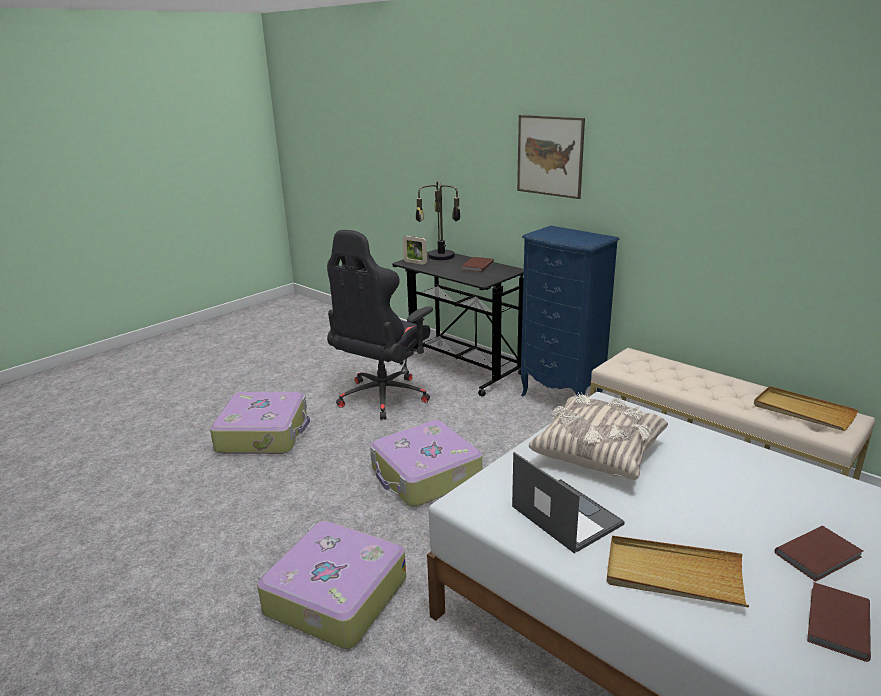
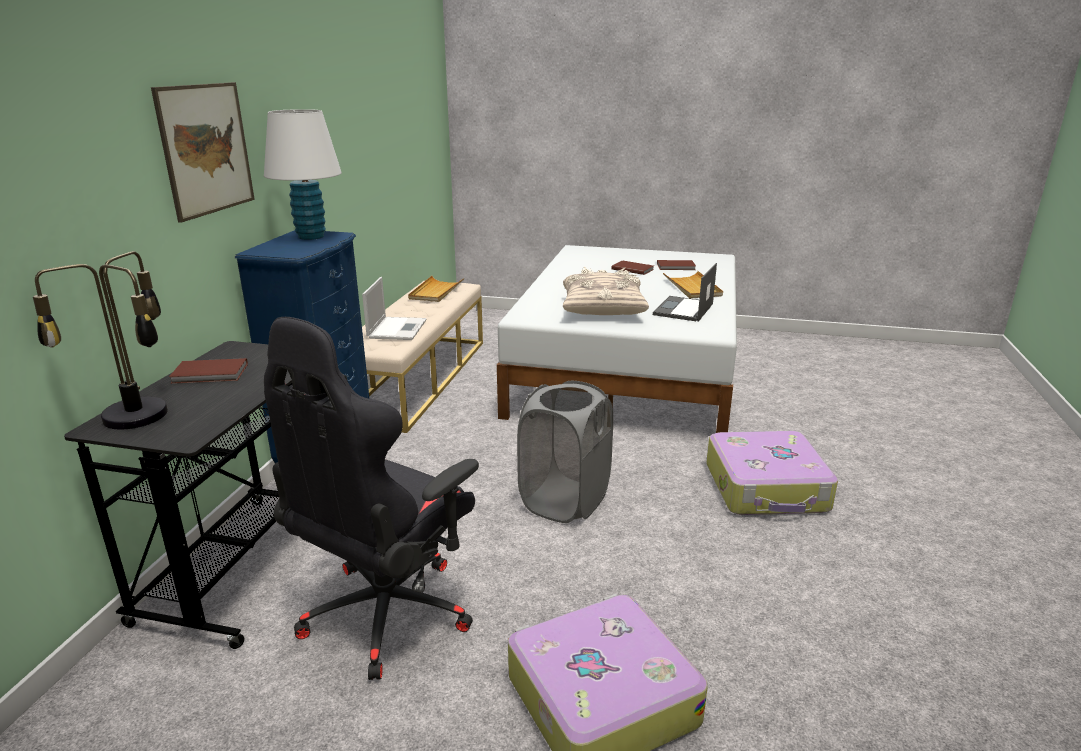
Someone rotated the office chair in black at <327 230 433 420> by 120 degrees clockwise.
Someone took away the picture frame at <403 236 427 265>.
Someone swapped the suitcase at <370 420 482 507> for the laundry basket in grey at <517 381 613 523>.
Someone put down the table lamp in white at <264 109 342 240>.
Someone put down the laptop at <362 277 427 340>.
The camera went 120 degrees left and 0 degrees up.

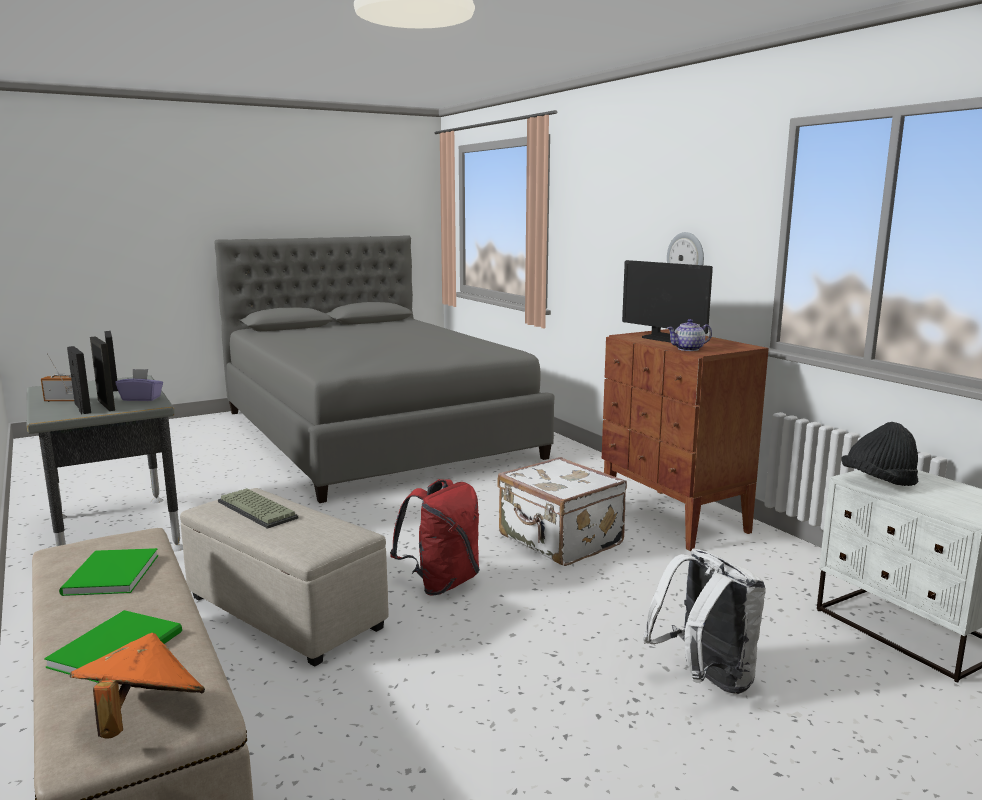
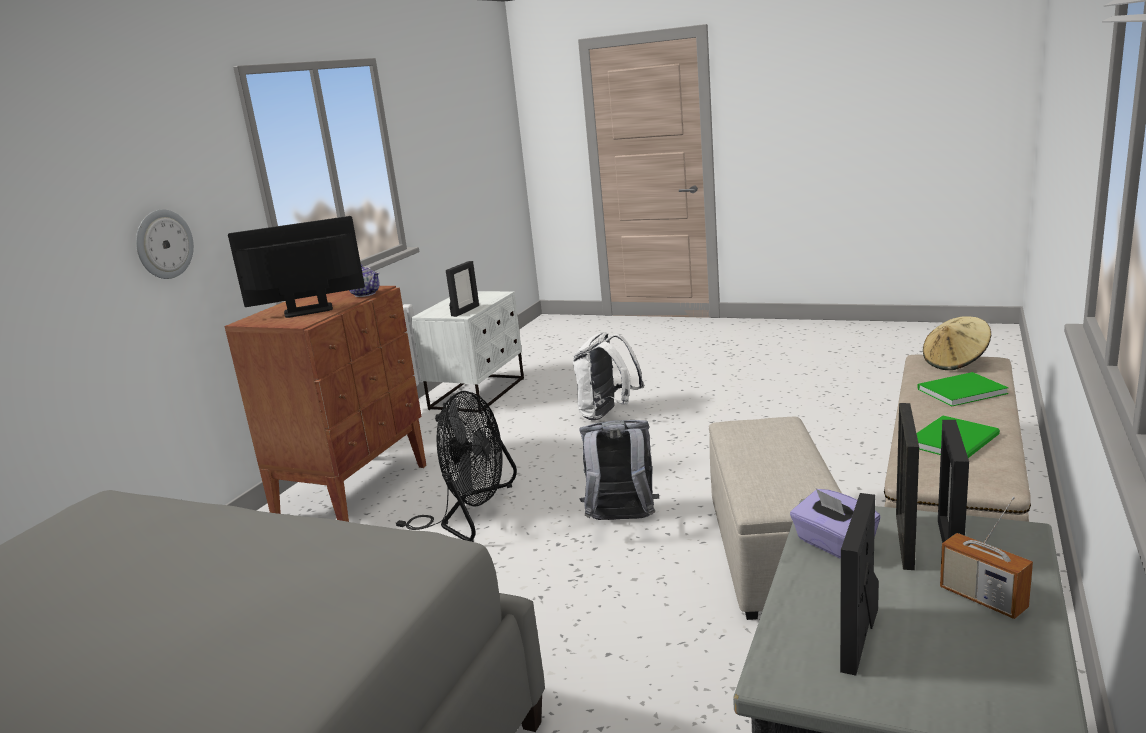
Someone rotated the monitor at <622 260 713 343> by 120 degrees counterclockwise.
Someone swapped the hat in black at <842 422 918 486> for the picture frame at <446 261 479 317>.
Someone swapped the suitcase in white at <497 457 627 566> for the fan in black at <396 391 517 542>.
Someone repainted the backpack in red at <390 479 480 596>, which became the backpack in grey at <579 420 659 520>.
Someone took away the keyboard at <218 488 298 529>.
Someone repainted the hat in orange at <70 633 205 739>, which became the hat in beige at <923 316 991 370>.
The camera went 125 degrees left and 5 degrees up.

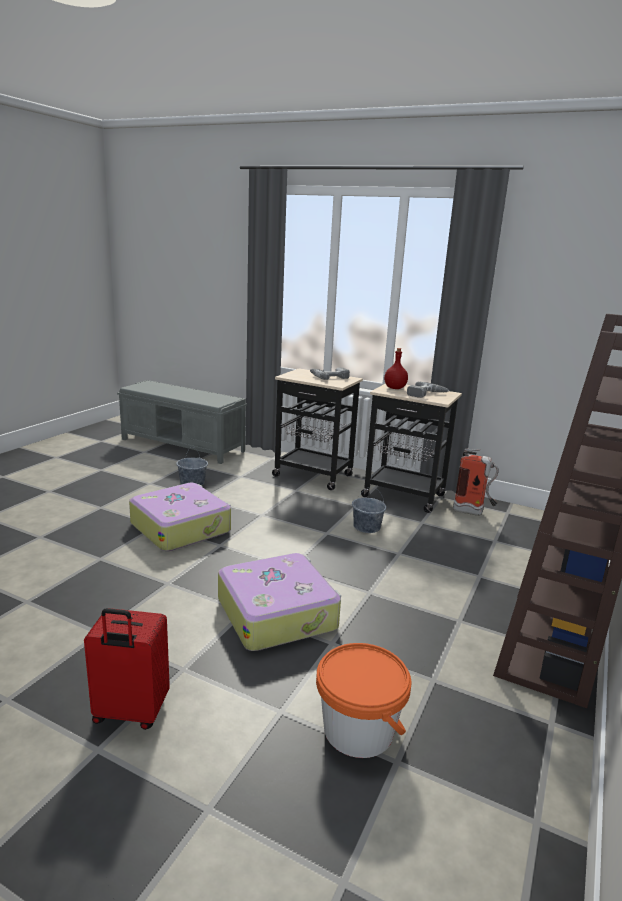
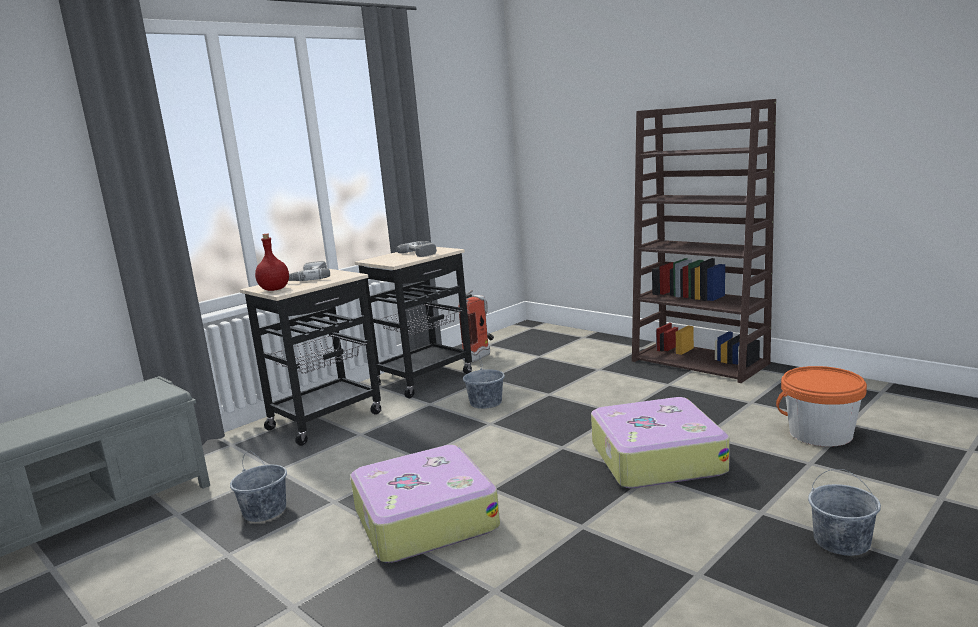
Someone carried the bottle in red from <384 348 408 389> to <255 234 289 291>.
Someone swapped the suitcase in red at <84 608 170 730> for the bucket in grey at <808 469 881 556>.
The camera went 70 degrees left and 5 degrees down.

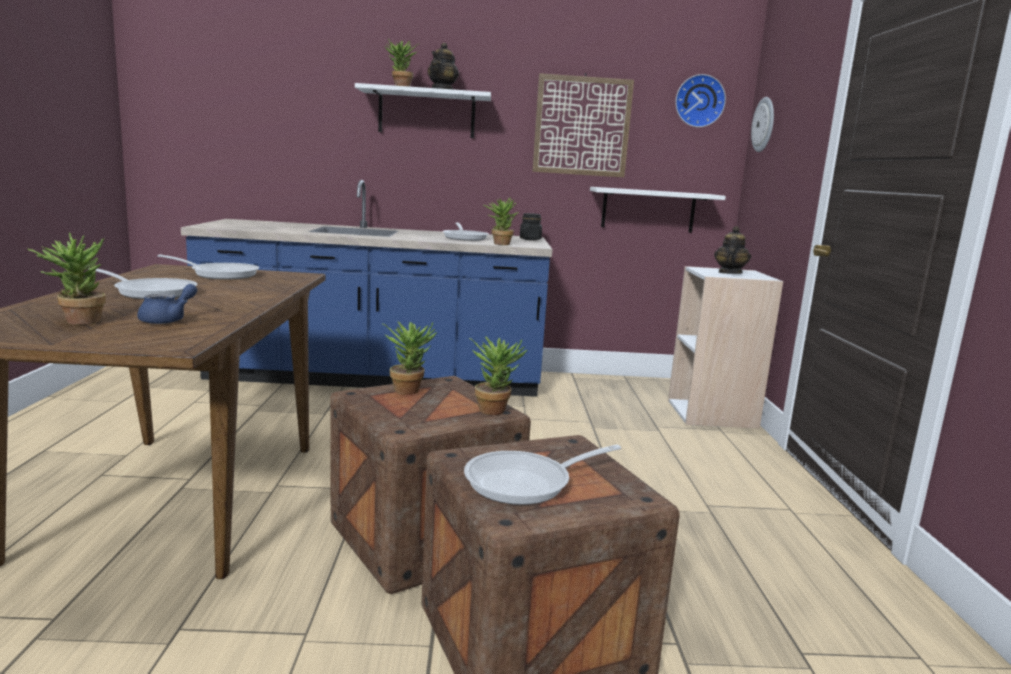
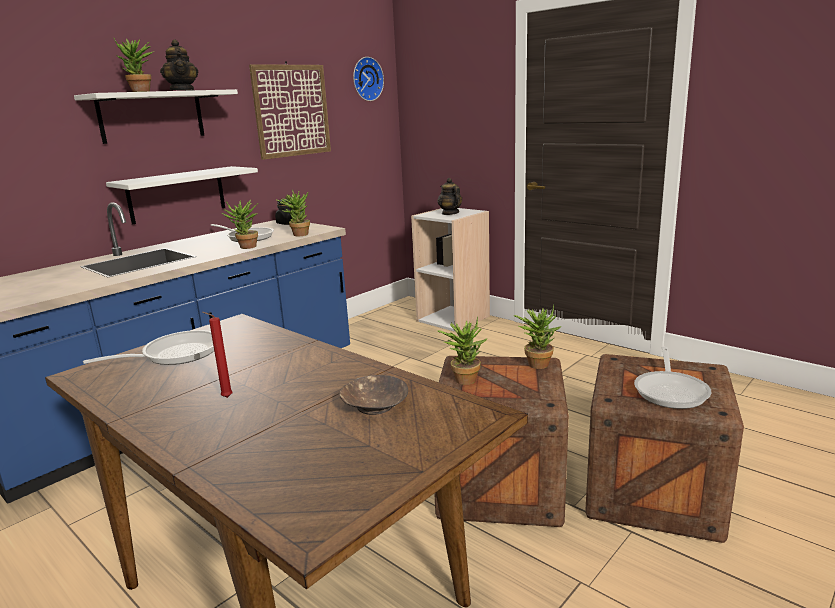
Someone took away the wall clock at <751 97 774 152>.
Someone carried the shelf in white from <590 187 726 233> to <106 166 258 225>.
Someone carried the potted plant from <27 232 106 325> to <222 200 258 249>.
Someone swapped the frying pan at <89 268 197 299> for the candle in red at <202 312 233 398>.
Someone swapped the teapot in blue at <137 284 197 324> for the bowl in brown at <339 375 408 415>.
The camera went 45 degrees left and 5 degrees up.

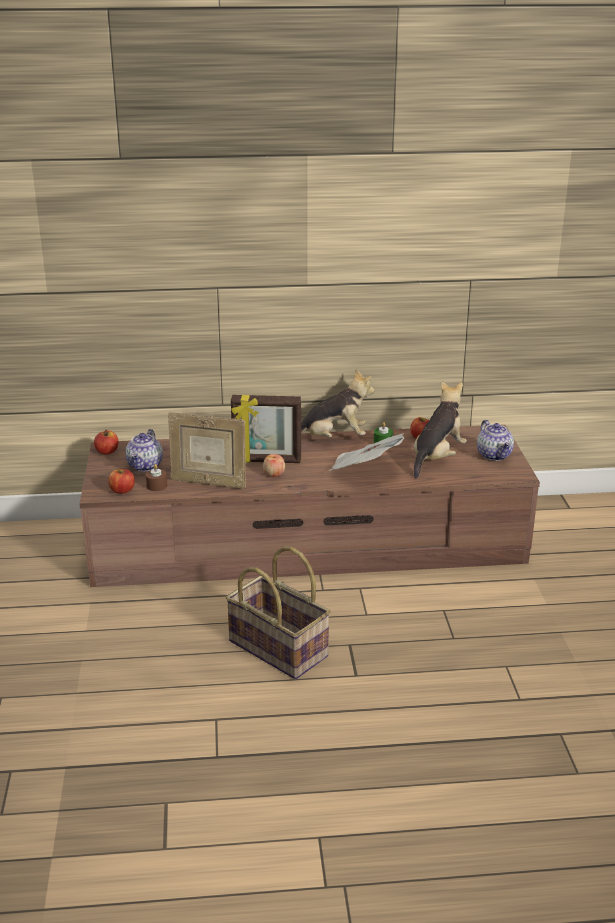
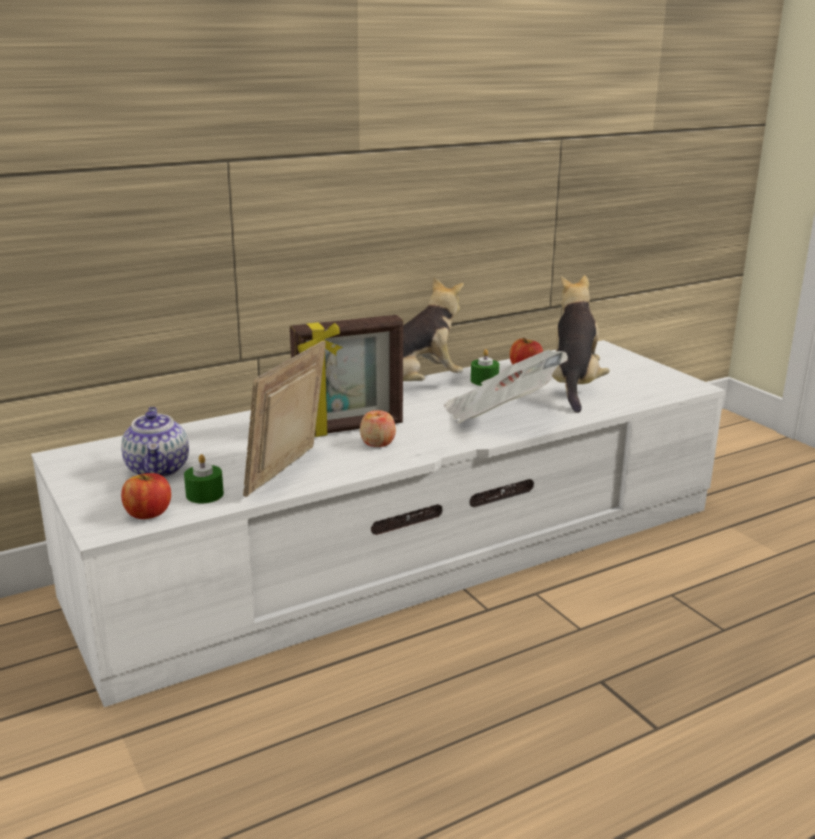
Someone rotated the picture frame at <168 412 246 489> by 120 degrees clockwise.
Someone took away the teapot at <477 420 514 461>.
Someone repainted the tv stand in brown at <79 425 540 587>, which became the tv stand in white at <31 340 726 707>.
Someone took away the apple at <94 429 119 454>.
Someone repainted the candle in brown at <146 464 167 491>, which became the candle in green at <184 454 224 504>.
Someone took away the basket at <226 546 331 679>.
The camera went 25 degrees left and 5 degrees down.

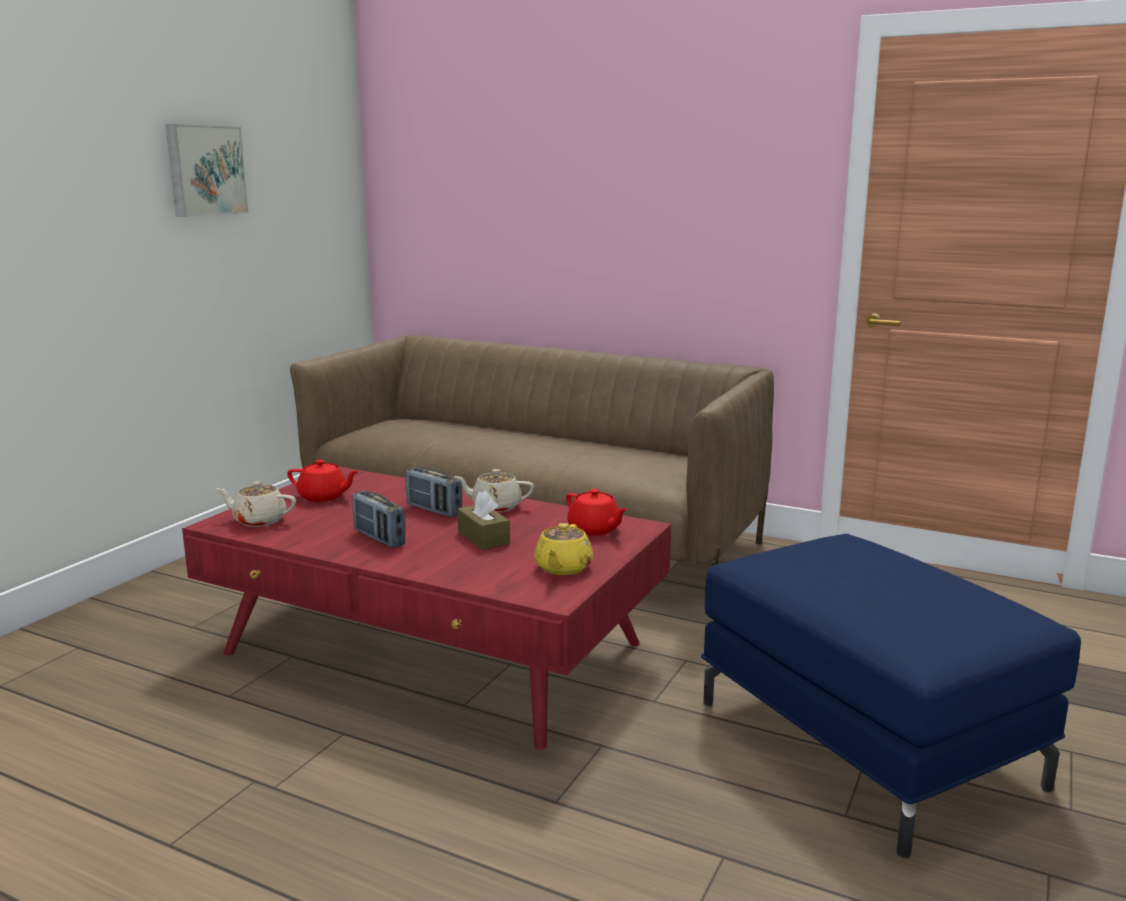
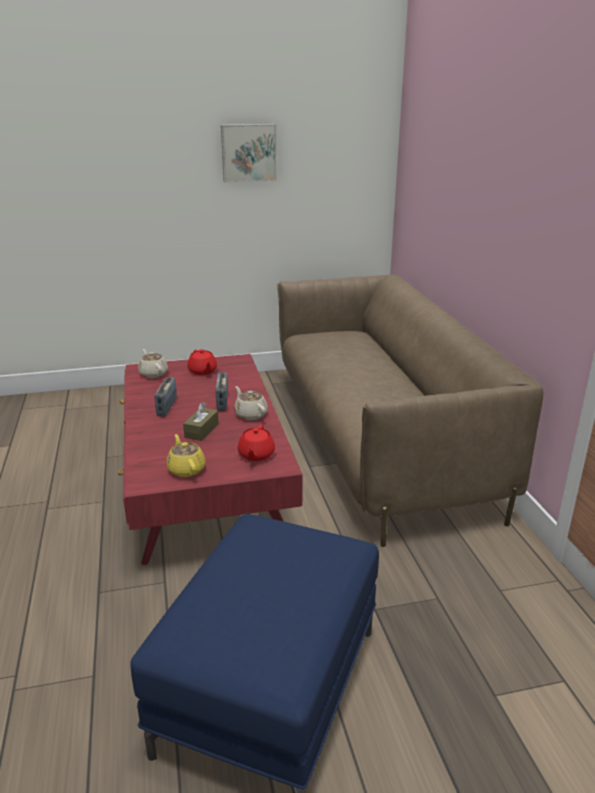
Someone rotated the teapot in yellow at <534 523 593 575> by 90 degrees clockwise.
The camera went 50 degrees right and 10 degrees up.

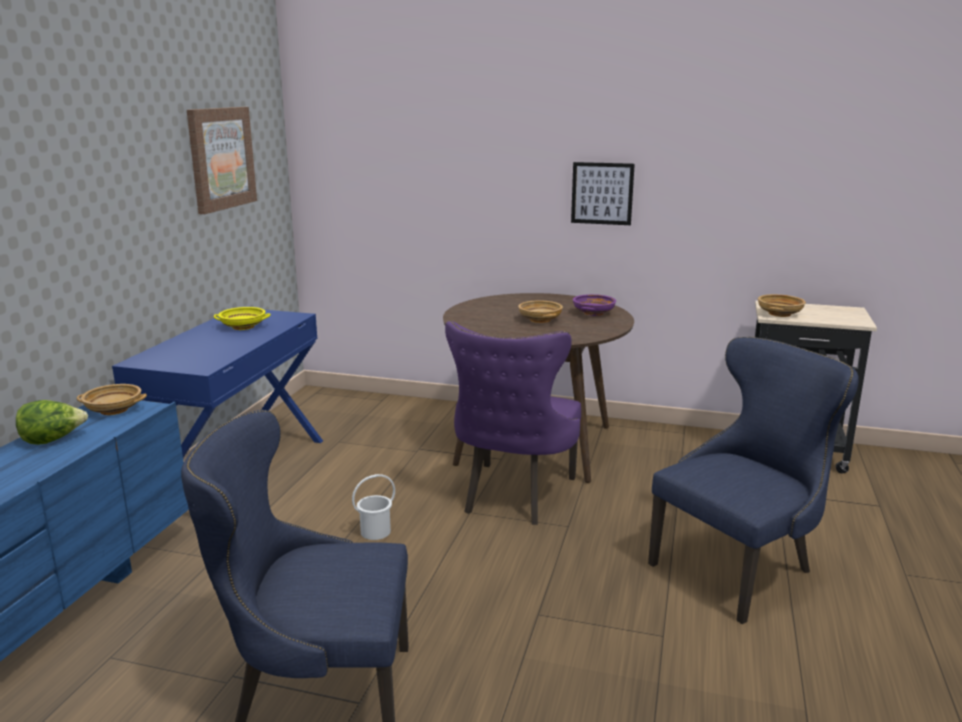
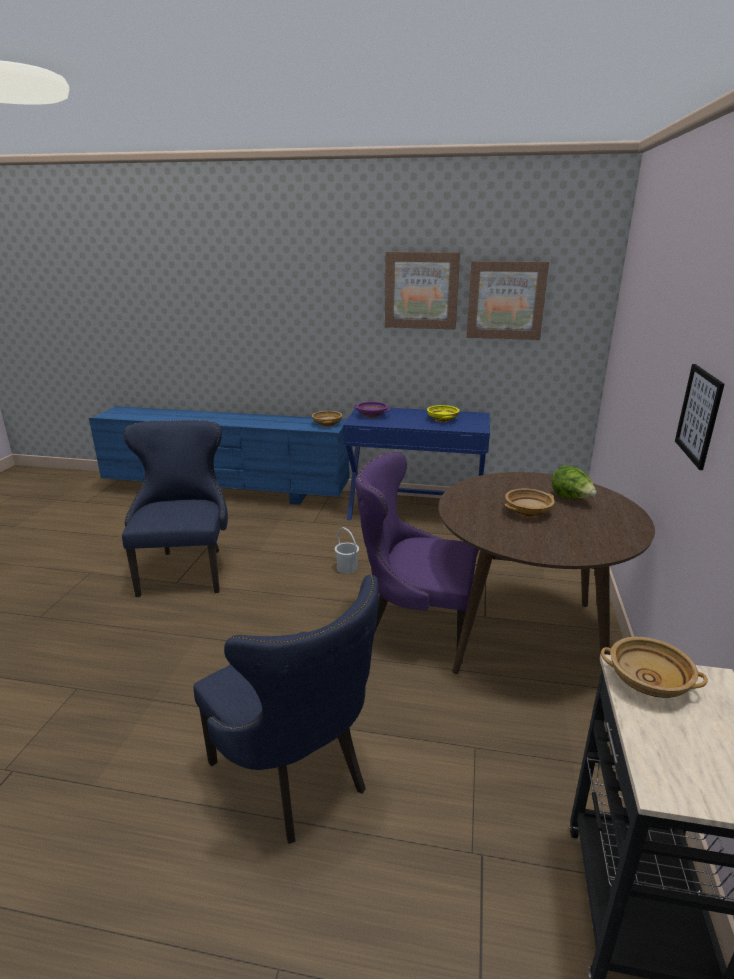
Someone carried the bowl in purple from <573 294 616 316> to <354 402 391 418>.
Someone carried the lettuce from <16 400 88 445> to <551 465 597 499>.
Someone put up the picture at <385 252 460 329>.
The camera went 85 degrees right and 5 degrees up.

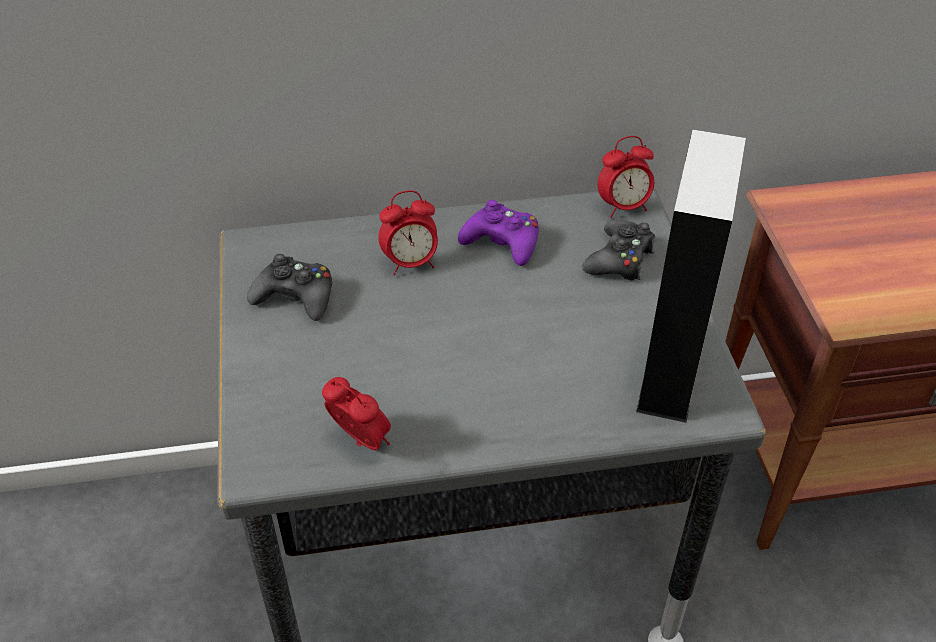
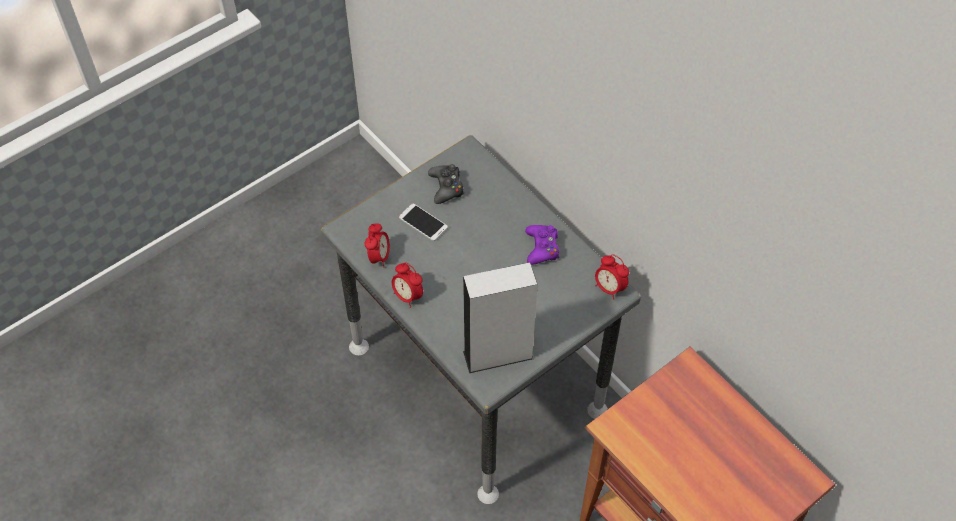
Someone carried the alarm clock from <378 190 438 275> to <392 262 423 308>.
Someone took away the game controller in black at <582 219 655 281>.
Someone put down the phone at <399 203 448 241>.
The camera went 60 degrees right and 10 degrees up.

